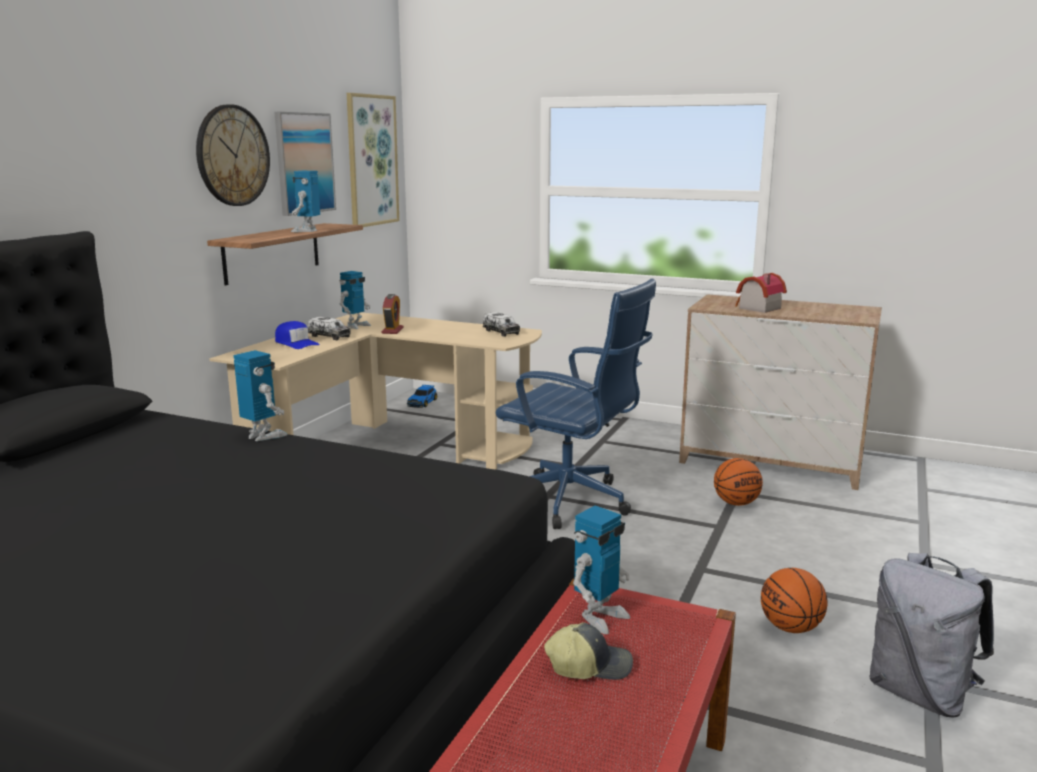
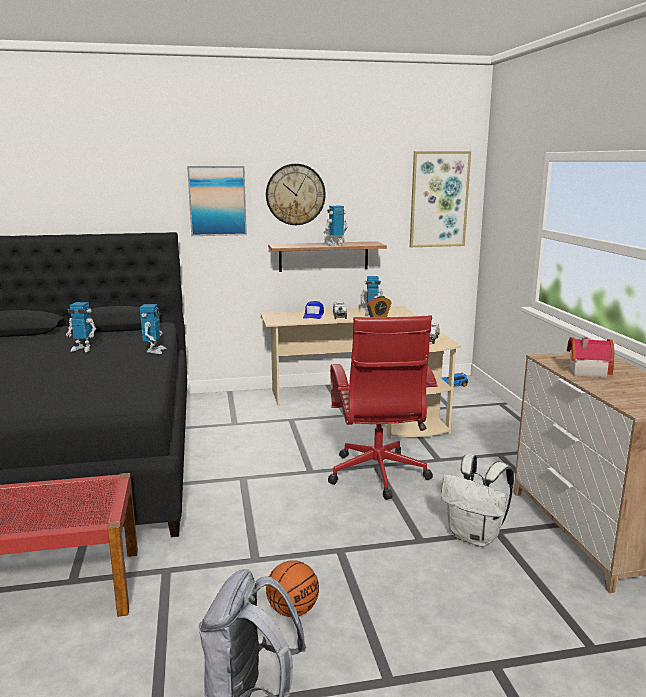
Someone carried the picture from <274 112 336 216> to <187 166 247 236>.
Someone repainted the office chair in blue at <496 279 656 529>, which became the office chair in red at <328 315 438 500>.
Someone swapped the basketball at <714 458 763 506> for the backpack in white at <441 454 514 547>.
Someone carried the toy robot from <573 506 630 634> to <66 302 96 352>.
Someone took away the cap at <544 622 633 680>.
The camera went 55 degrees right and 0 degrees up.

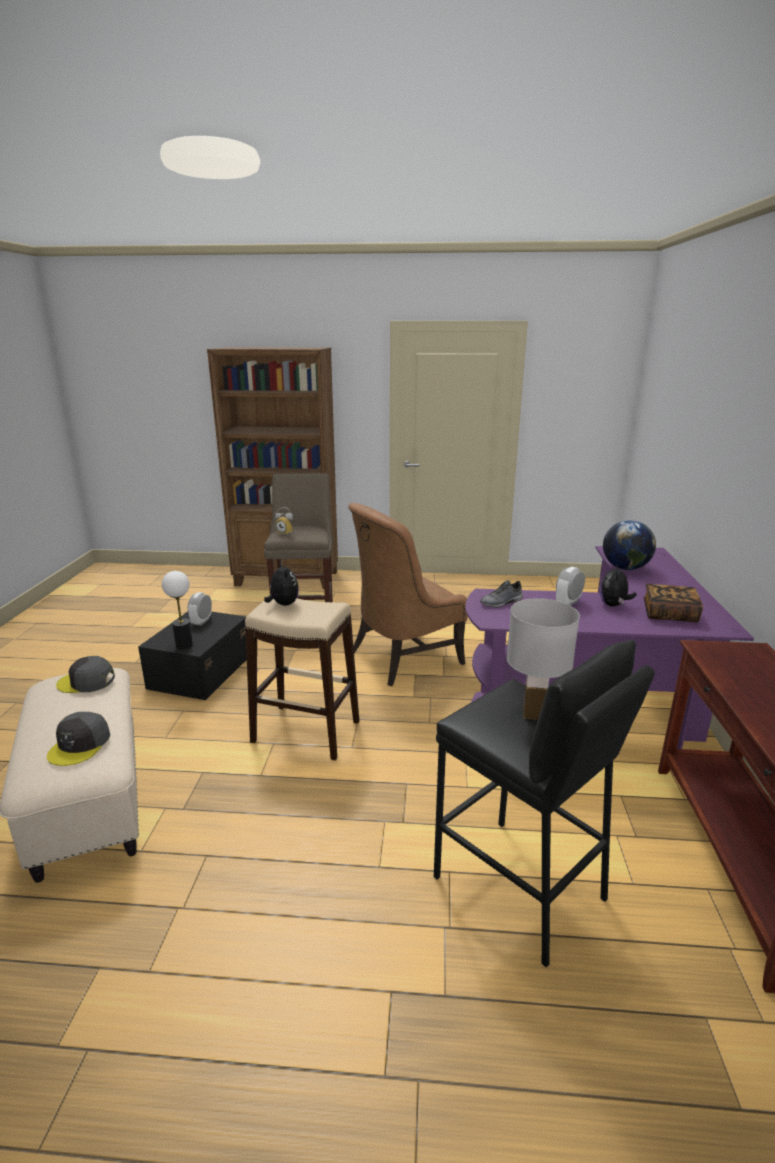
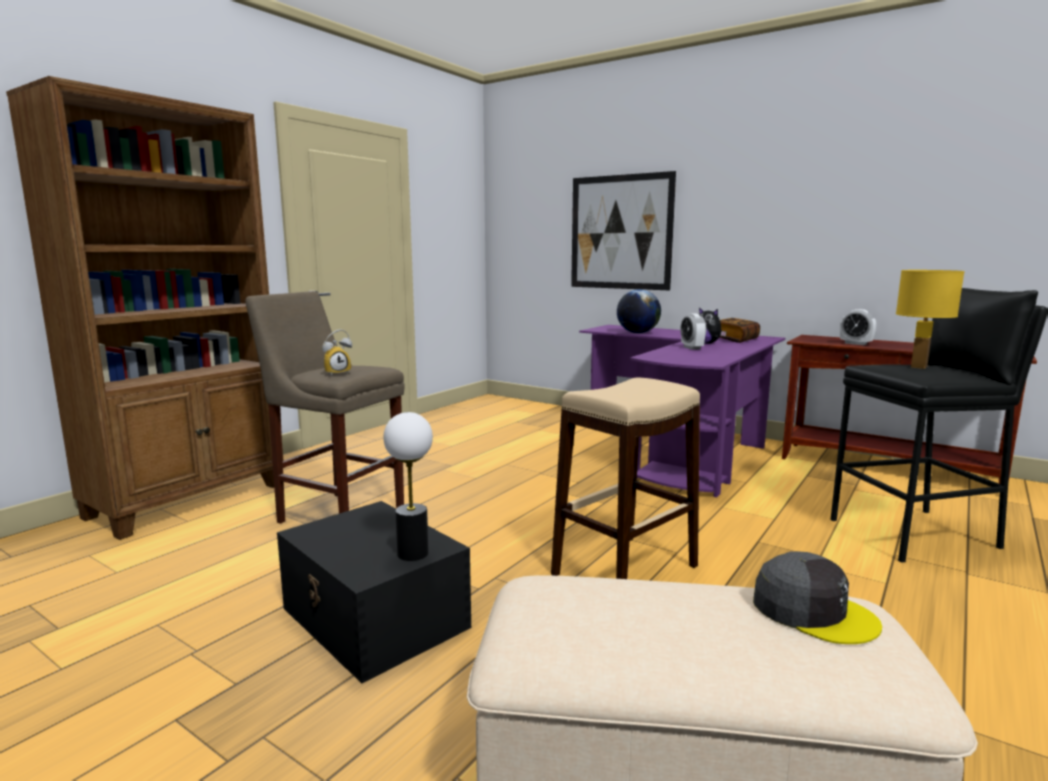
Someone took away the chair in brown at <348 503 468 686>.
Someone took away the plush toy at <264 561 299 606>.
Someone took away the shoe in grey at <480 580 523 608>.
Someone carried the alarm clock from <188 592 212 626> to <840 309 876 345>.
Someone repainted the table lamp in white at <507 598 580 720>, which became the table lamp in yellow at <896 270 965 369>.
Someone took away the cap in grey at <56 656 115 693>.
Someone put up the picture at <571 171 676 290>.
The camera went 60 degrees left and 10 degrees down.

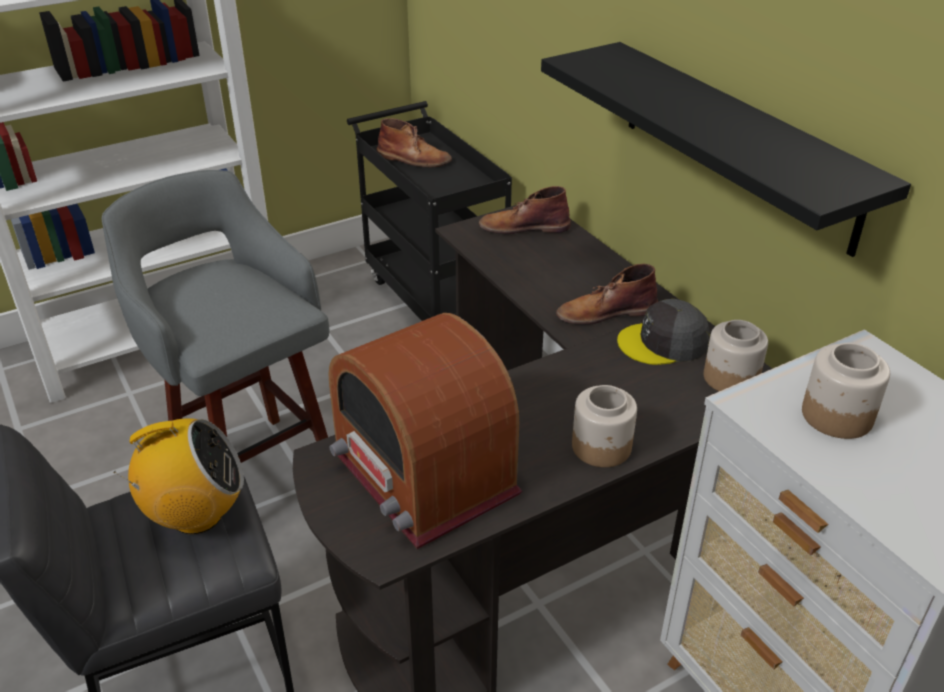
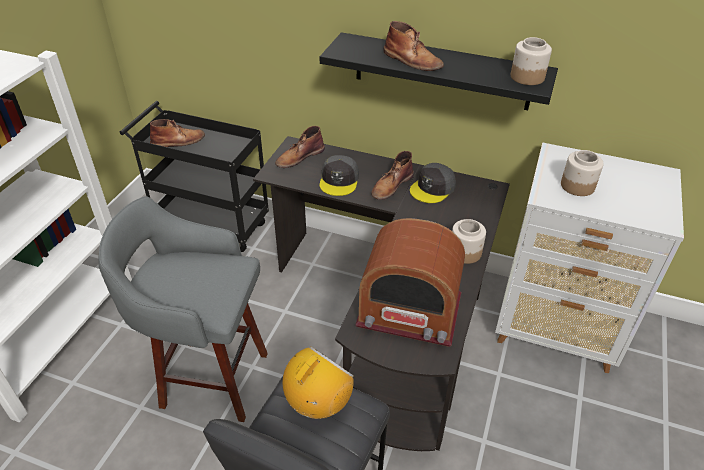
Someone carried the jar from <704 320 768 391> to <511 37 552 85>.
Someone put down the boot in brown at <383 21 444 71>.
Someone put down the cap in grey at <319 155 359 196>.
The camera went 40 degrees left and 5 degrees up.

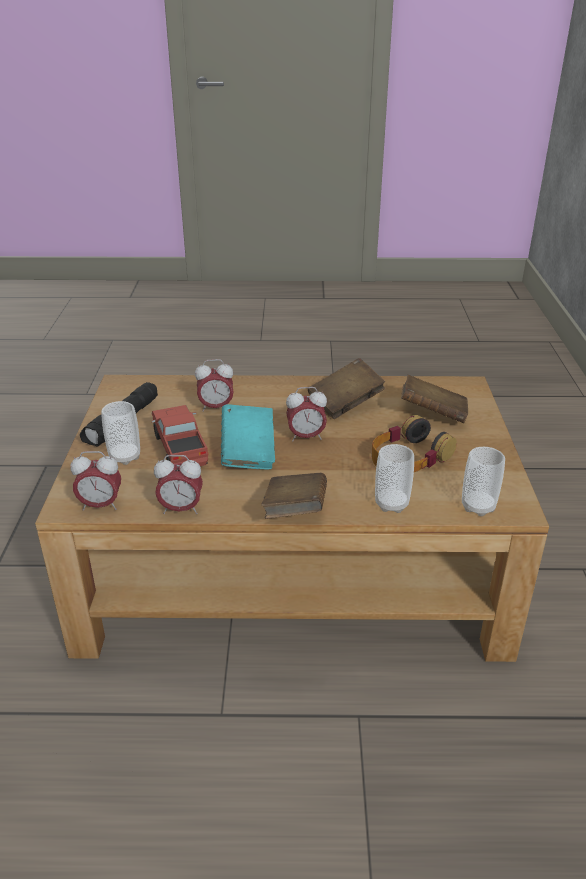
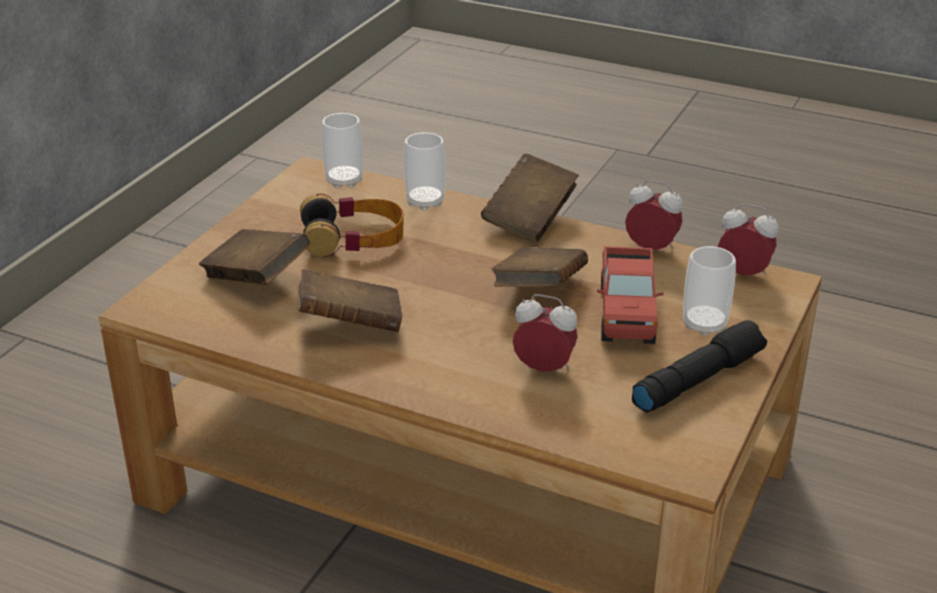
Someone took away the alarm clock at <286 387 327 441>.
Someone repainted the book in turquoise at <221 404 275 470>, which became the book in brown at <492 247 588 287>.
The camera went 155 degrees left and 0 degrees up.

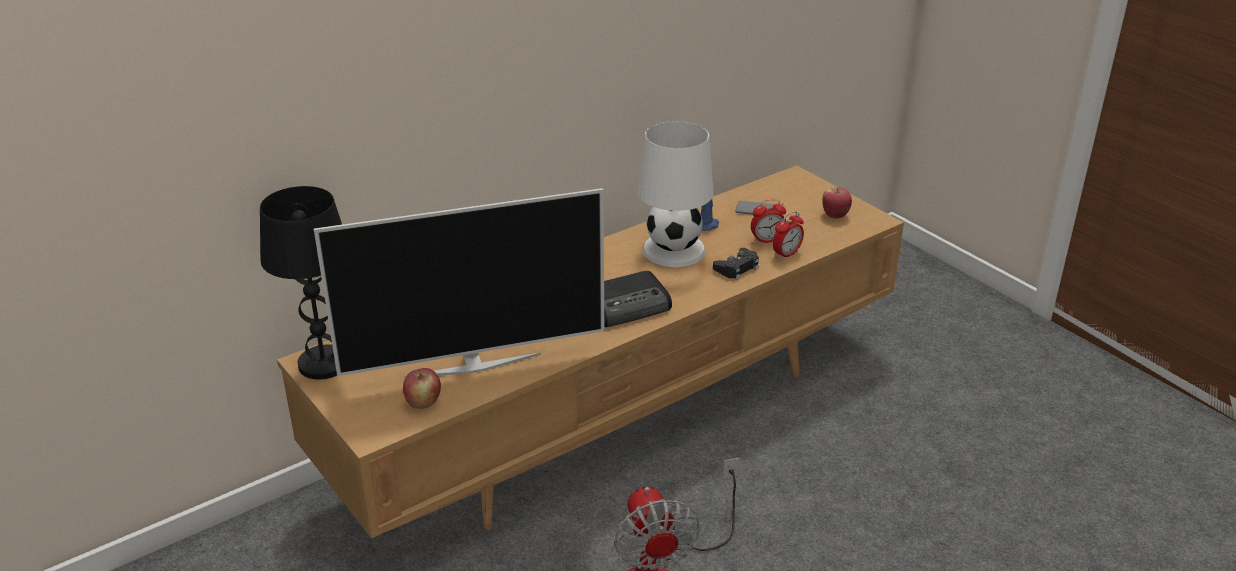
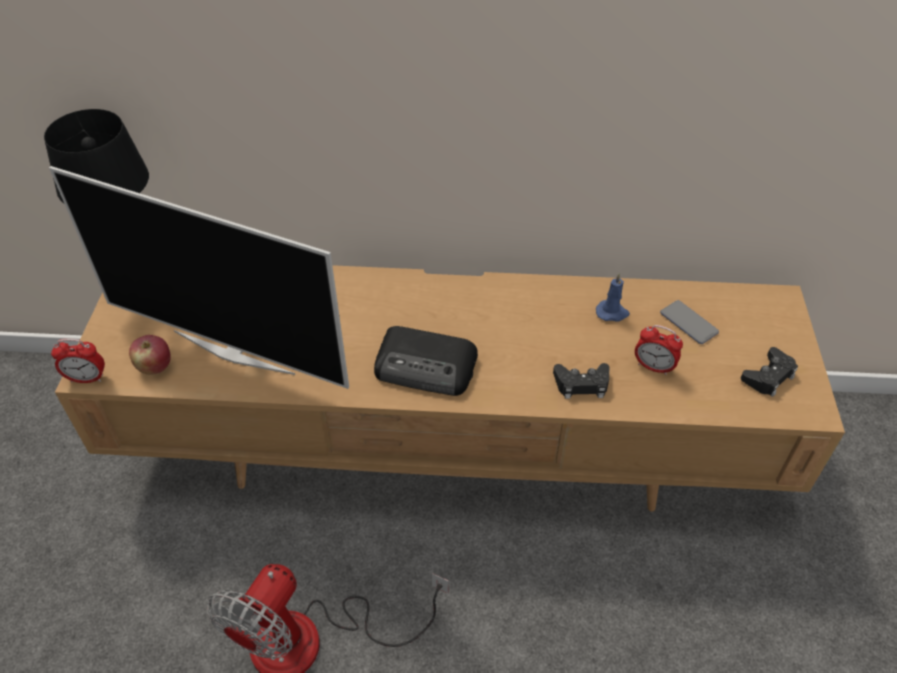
Someone took away the table lamp in white at <637 120 714 267>.
Someone swapped the apple at <822 187 852 218> for the game controller in black at <741 347 798 397>.
Someone carried the alarm clock from <773 211 804 260> to <51 339 105 383>.
The camera went 40 degrees right and 15 degrees up.

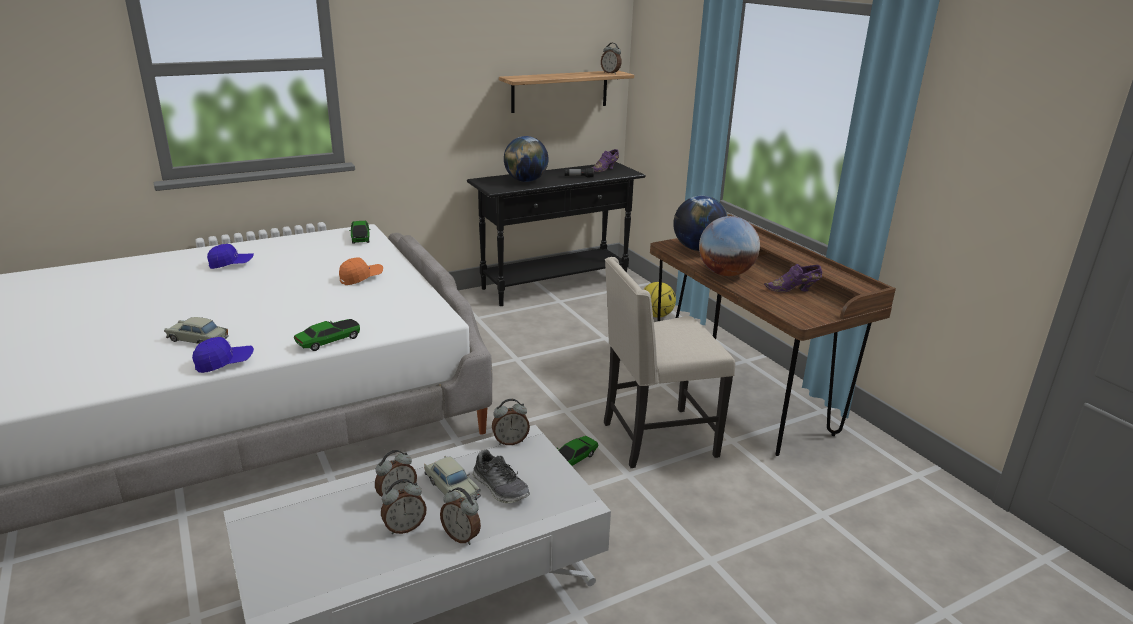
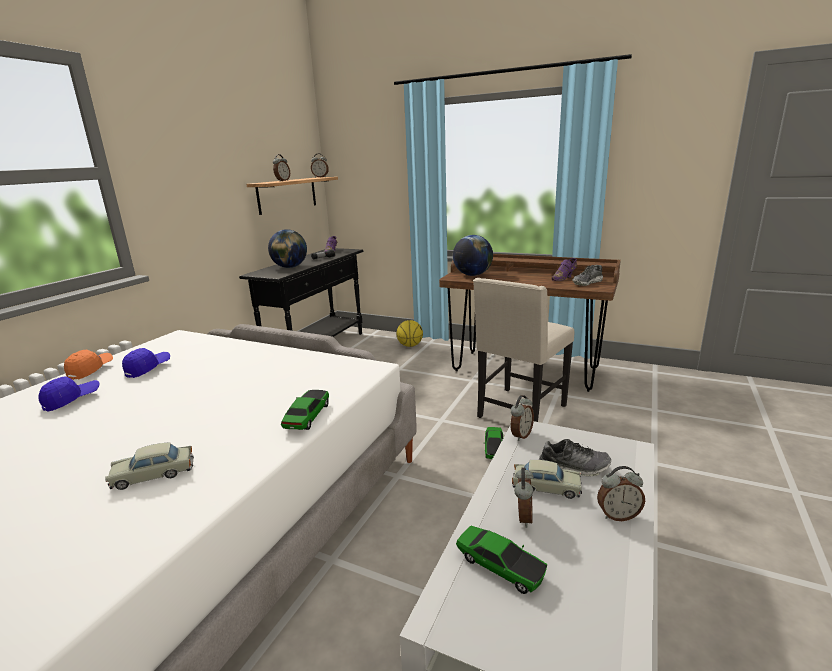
Someone took away the globe at <699 216 760 276>.
Someone carried the toy car from <349 221 371 244> to <456 526 547 594>.
Someone carried the cap in orange from <339 257 383 285> to <64 350 113 380>.
Someone carried the cap in blue from <192 337 254 373> to <122 348 170 378>.
Someone carried the alarm clock from <381 479 427 534> to <273 154 290 181>.
Someone put down the shoe at <572 265 603 286>.
The camera went 35 degrees left and 5 degrees down.

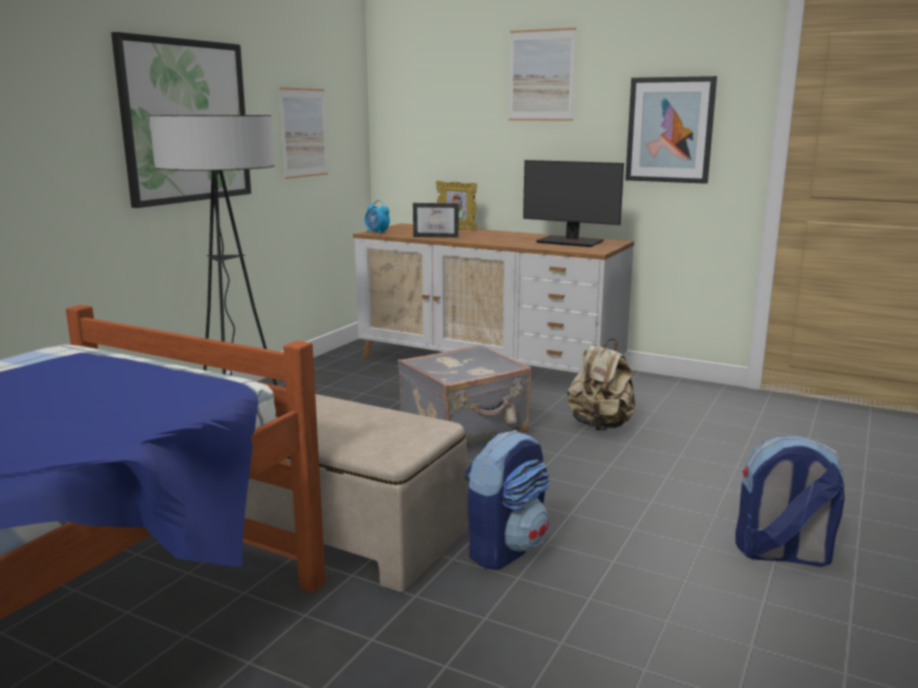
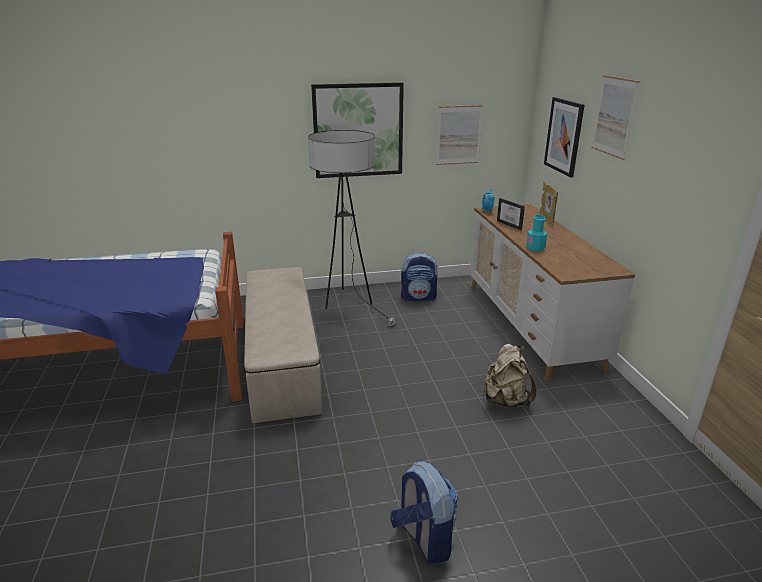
Someone carried the picture from <625 76 717 184> to <544 97 584 178>.
Someone took away the monitor at <523 160 624 247>.
Someone took away the suitcase in grey at <398 344 531 447>.
Someone carried the backpack from <465 430 550 569> to <401 252 438 301>.
Someone put down the bottle in turquoise at <526 215 547 251>.
The camera went 50 degrees right and 10 degrees up.

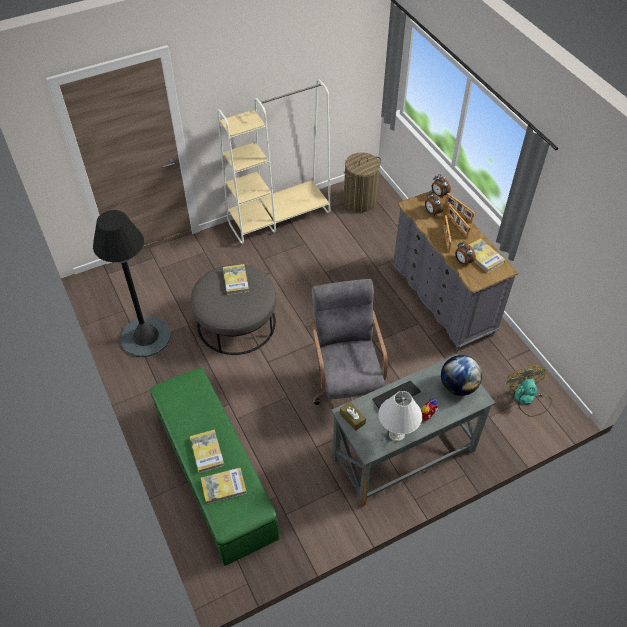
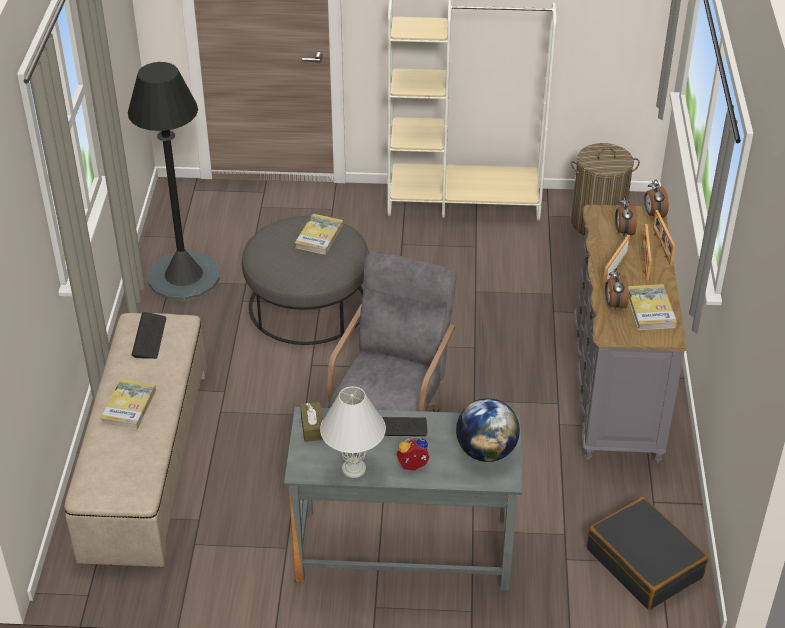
Someone swapped the fan at <507 366 552 417> for the suitcase in black at <587 497 709 610>.
Someone repainted the bench in green at <150 368 279 566>, which became the bench in beige at <64 313 207 567>.
Someone took away the book at <201 468 247 504>.
Someone put down the keyboard at <132 312 166 359>.
The camera went 30 degrees right and 10 degrees down.

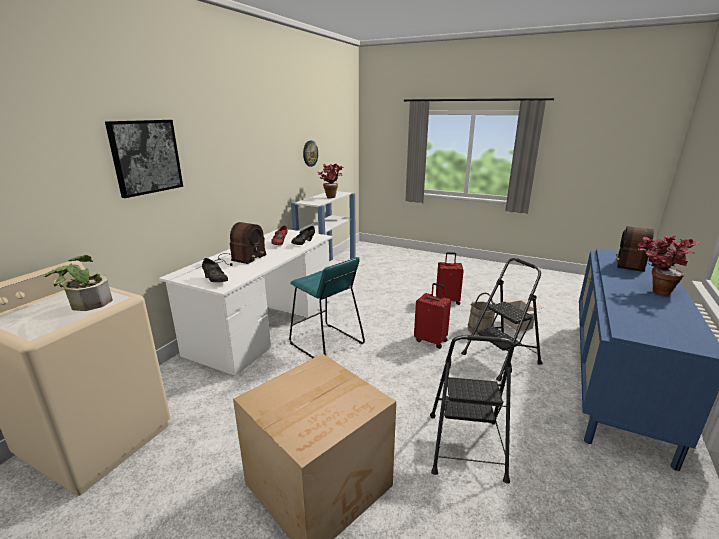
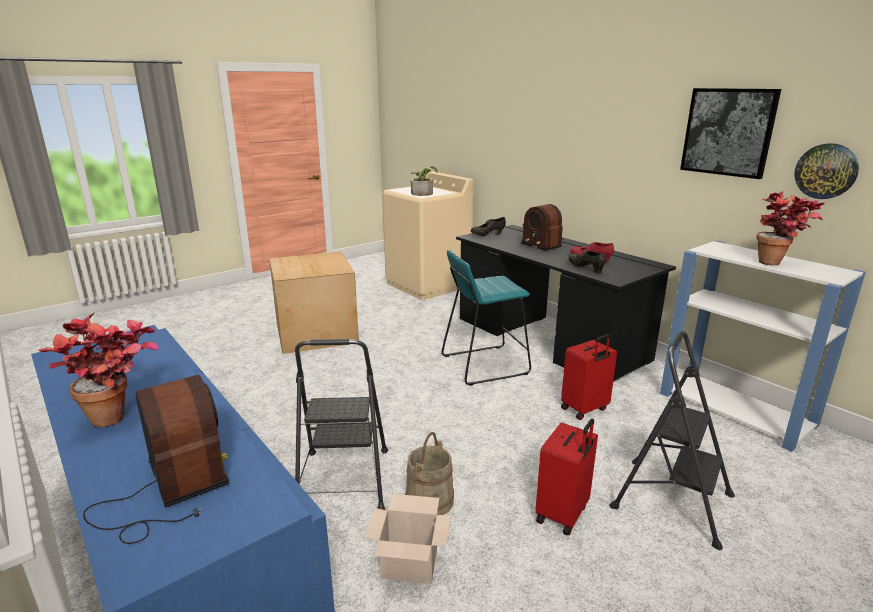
Someone carried the picture from <105 120 183 198> to <680 88 781 179>.
Someone repainted the desk in white at <159 229 332 376>, which became the desk in black at <456 225 676 382>.
Someone carried the suitcase in red from <414 283 451 349> to <561 334 617 420>.
Someone carried the step ladder in black from <430 335 514 484> to <609 331 735 550>.
The camera went 115 degrees right and 0 degrees up.

